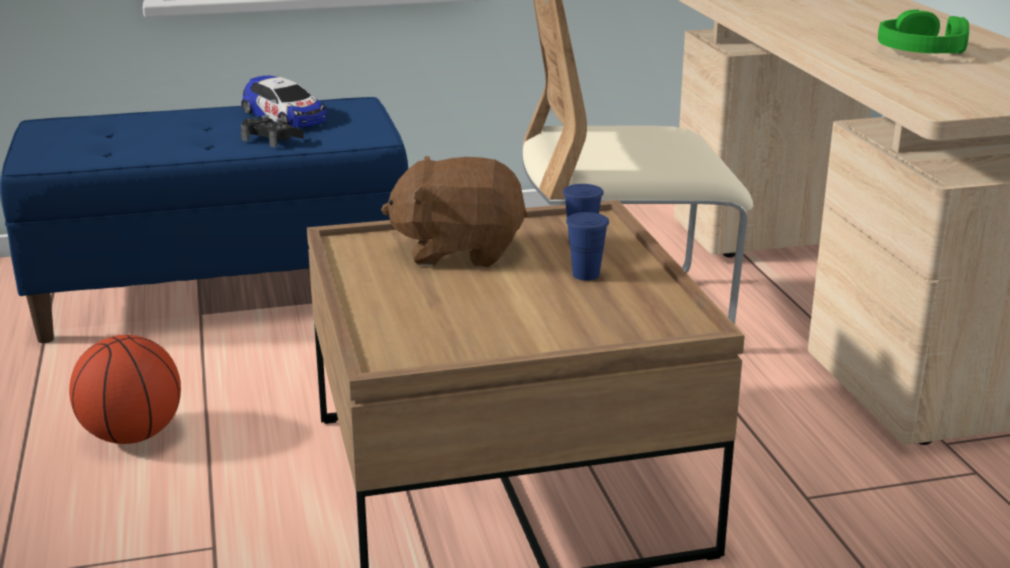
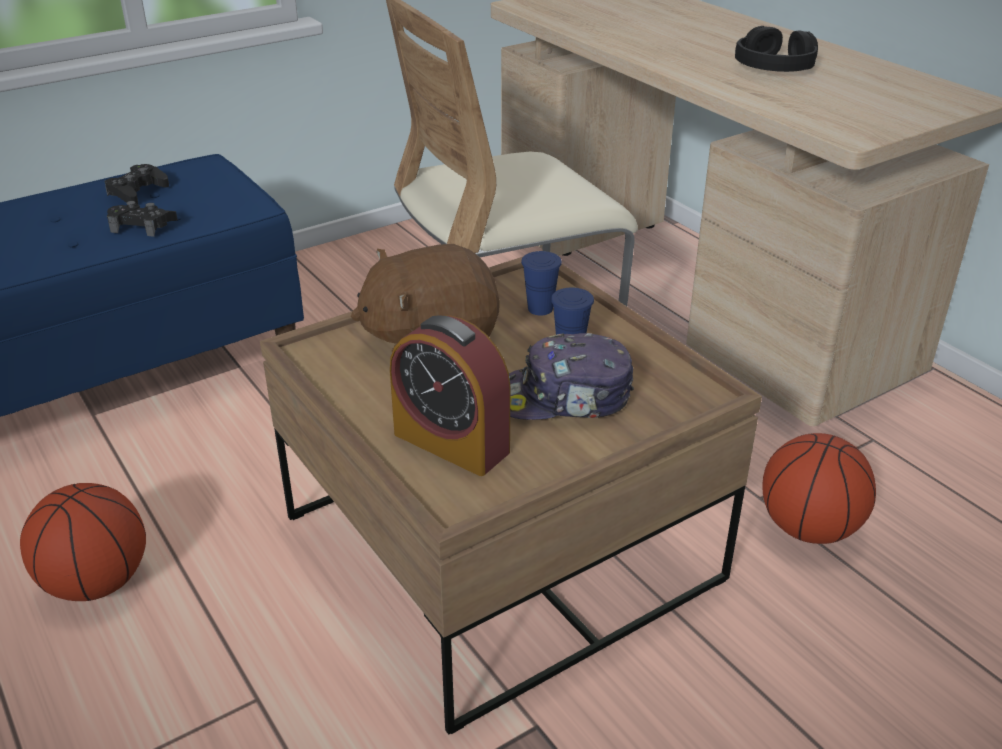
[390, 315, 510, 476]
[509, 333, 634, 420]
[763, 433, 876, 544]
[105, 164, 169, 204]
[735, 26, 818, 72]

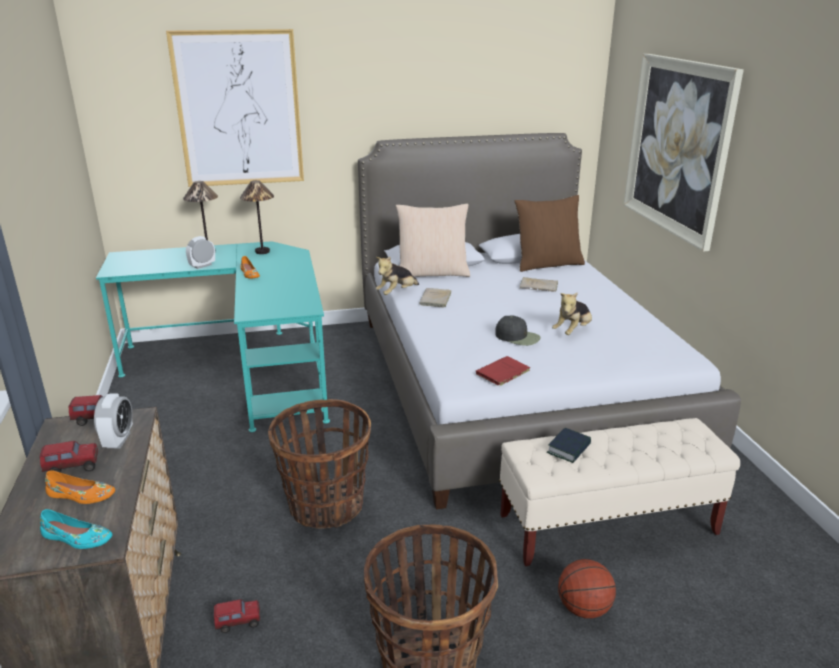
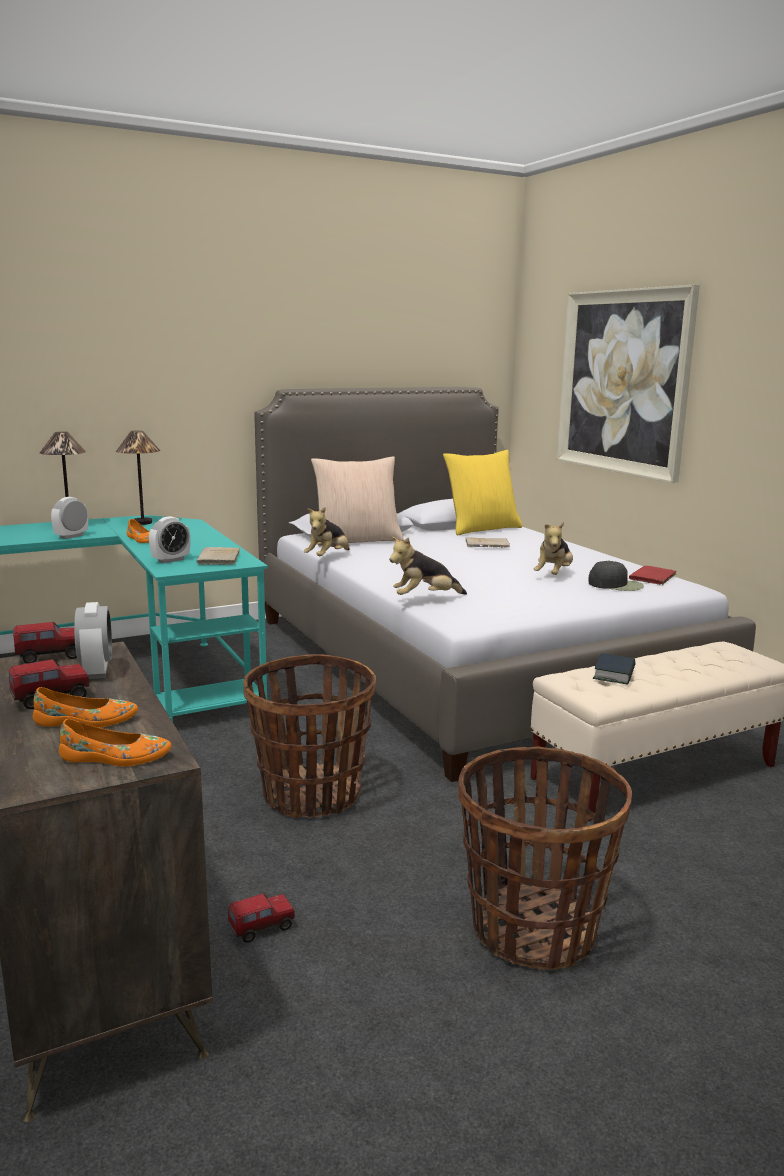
[166, 29, 304, 187] (first image)
[558, 559, 616, 619] (first image)
[149, 516, 191, 563]
[389, 537, 467, 595]
[196, 547, 240, 565]
[629, 566, 676, 585]
[589, 561, 644, 591]
[59, 719, 172, 766]
[443, 450, 523, 535]

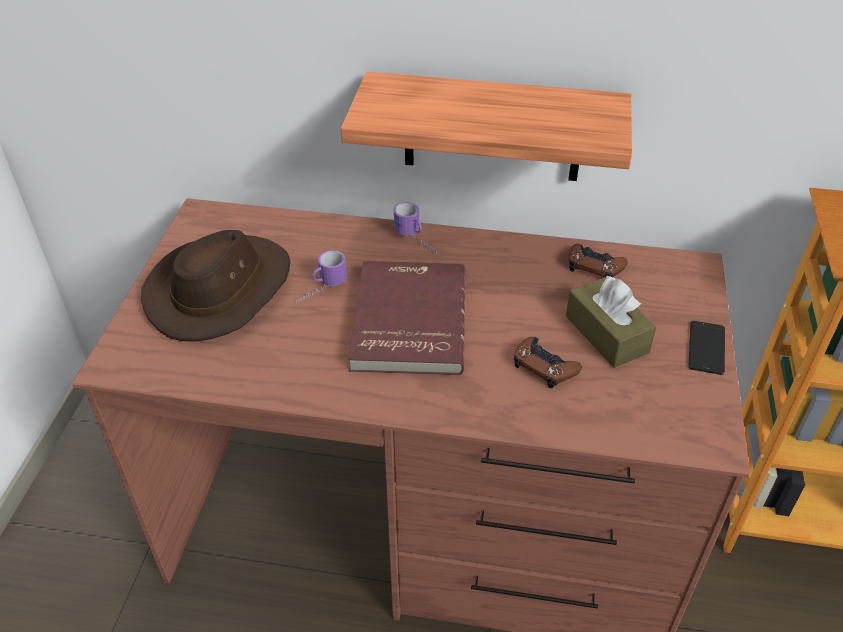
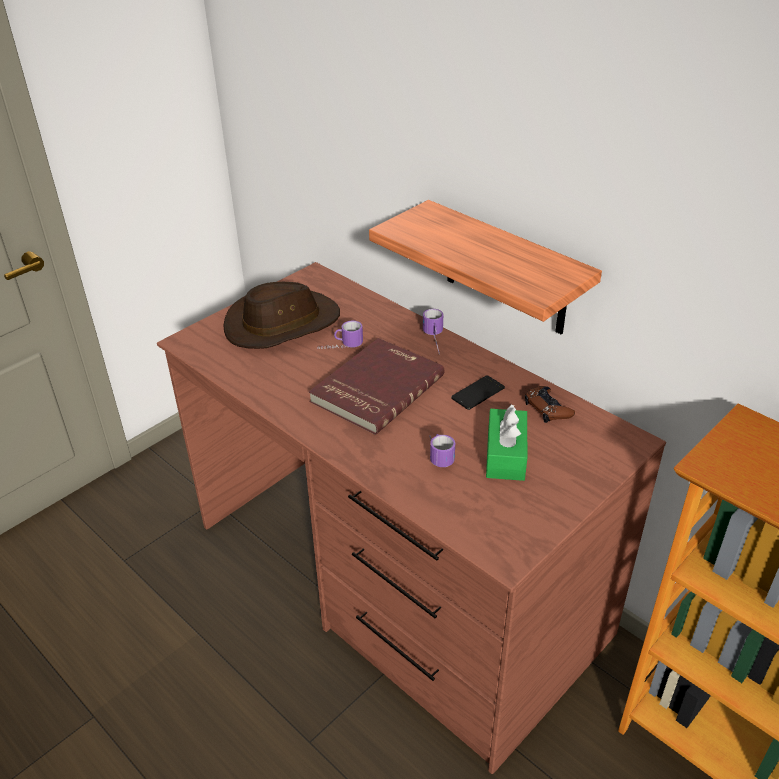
[451, 376, 505, 410]
[430, 434, 455, 467]
[486, 404, 527, 481]

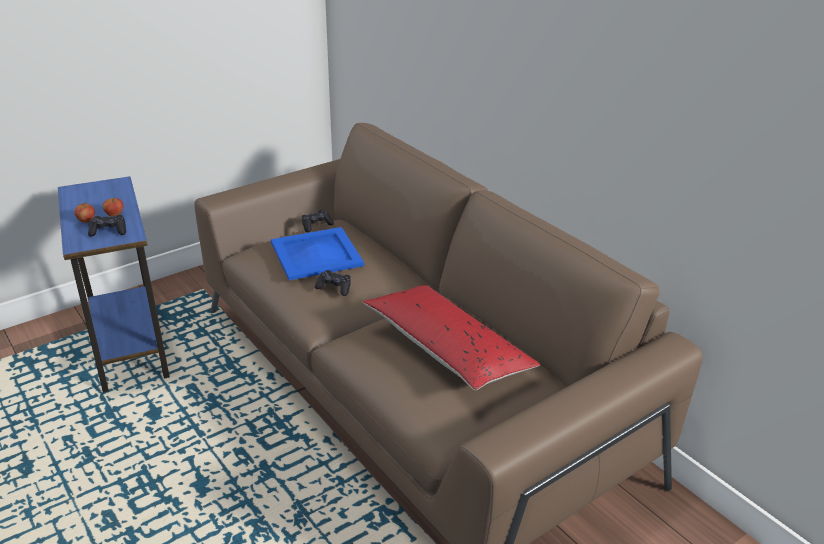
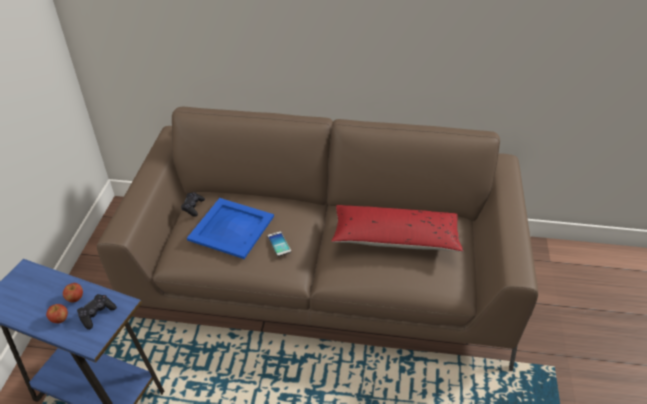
[267, 231, 291, 257]

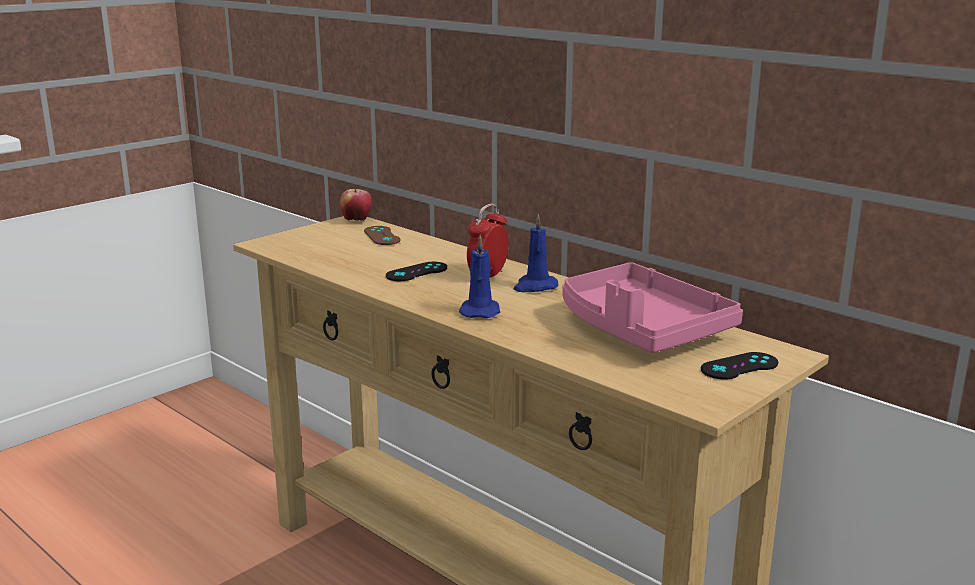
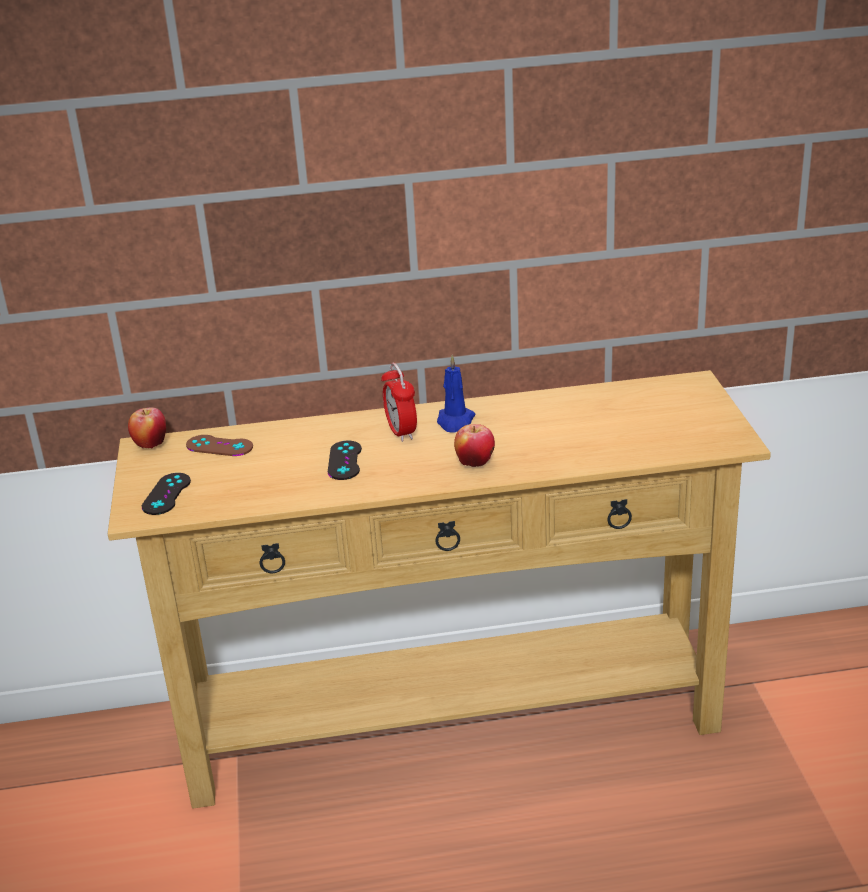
[562, 262, 743, 353] (first image)
[142, 473, 191, 515]
[454, 424, 495, 467]

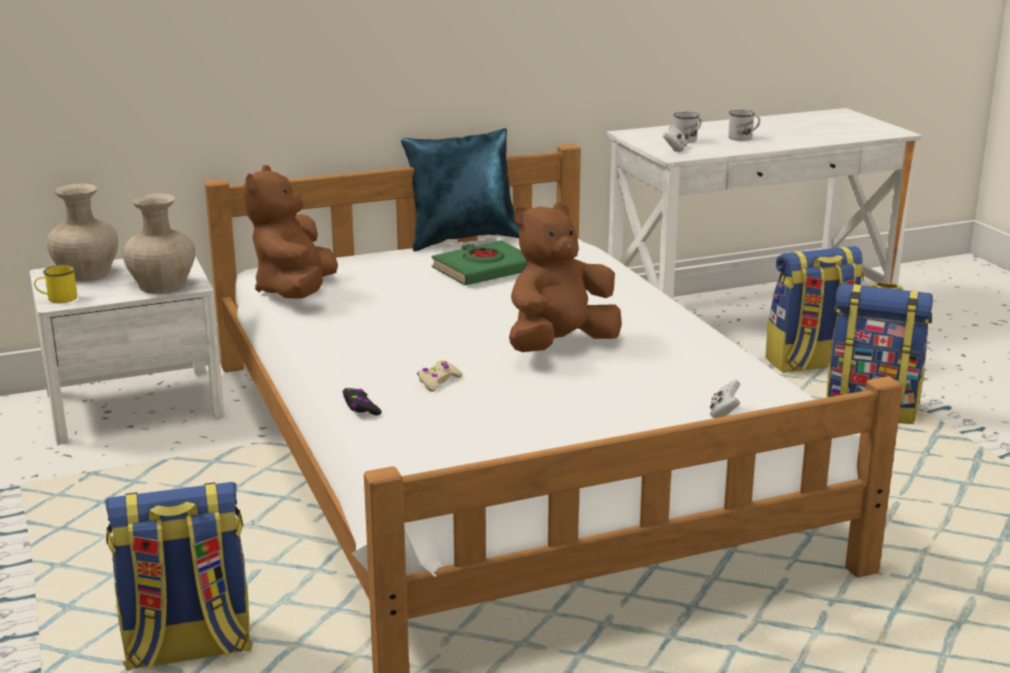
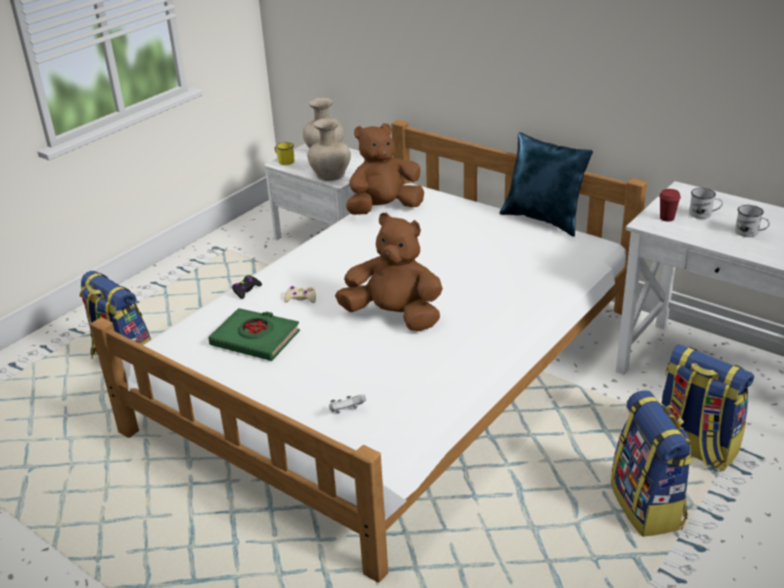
[208, 308, 300, 361]
[659, 189, 681, 222]

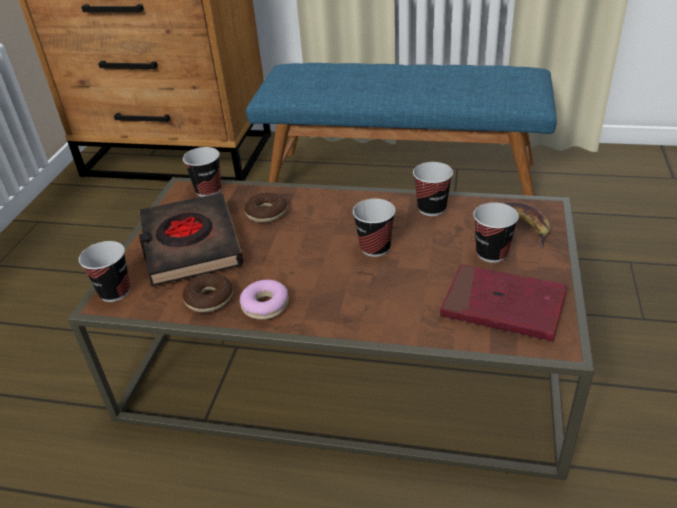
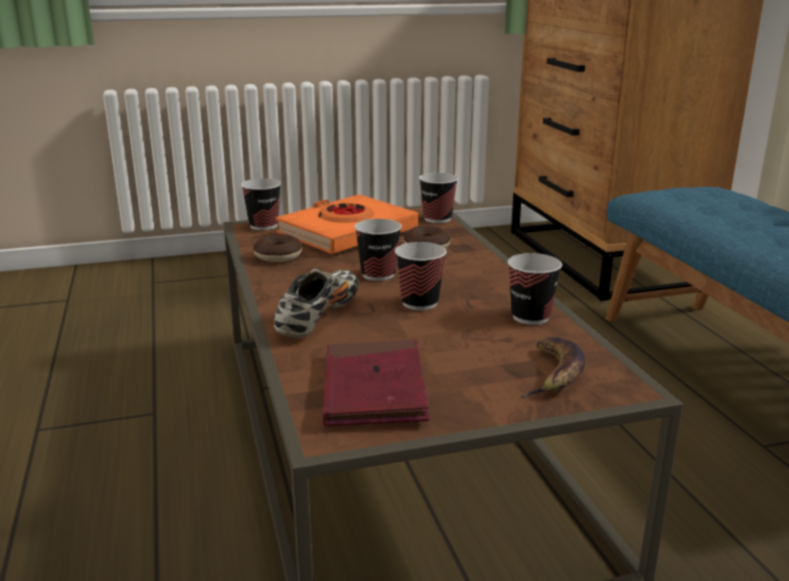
[240, 280, 289, 320] (first image)
[274, 269, 359, 338]
[354, 219, 402, 281]
[276, 194, 418, 254]

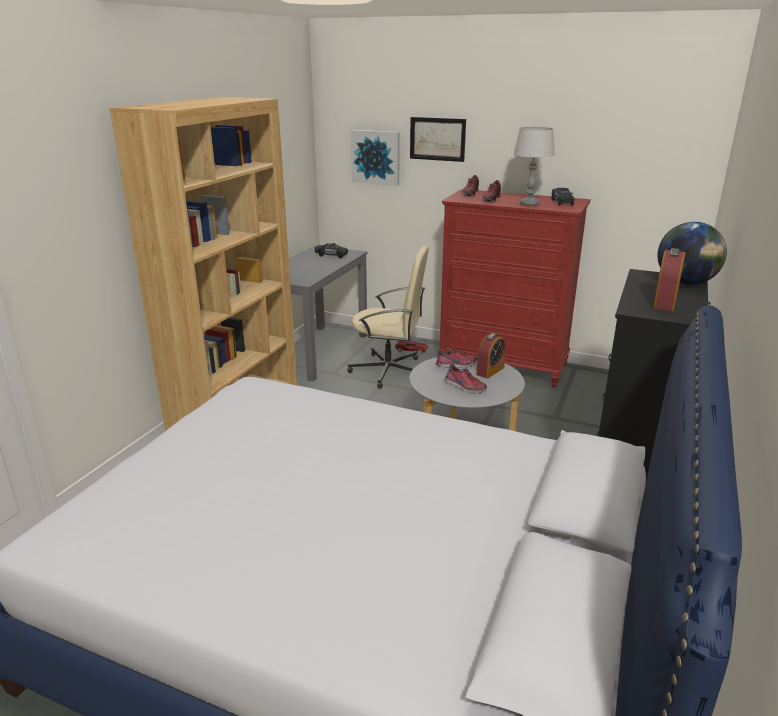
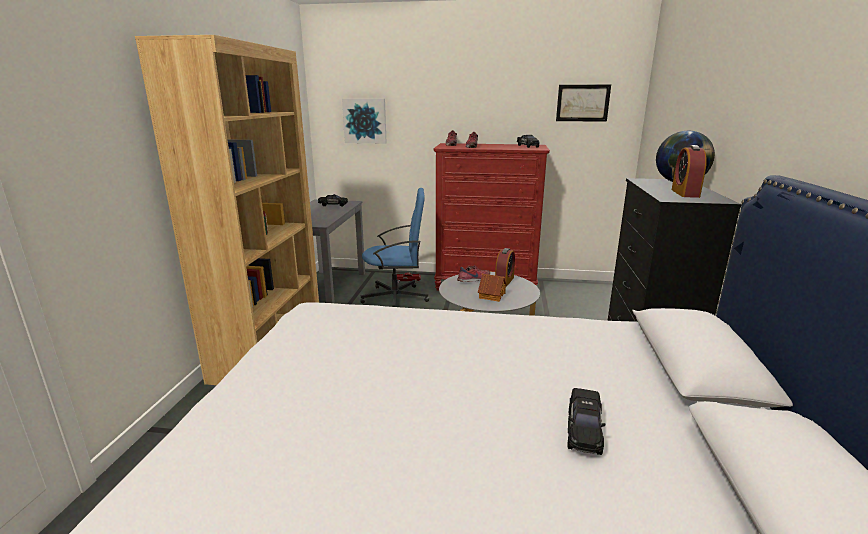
[513, 127, 555, 206] (first image)
[567, 388, 605, 455]
[556, 85, 611, 122]
[478, 274, 507, 302]
[360, 188, 429, 307]

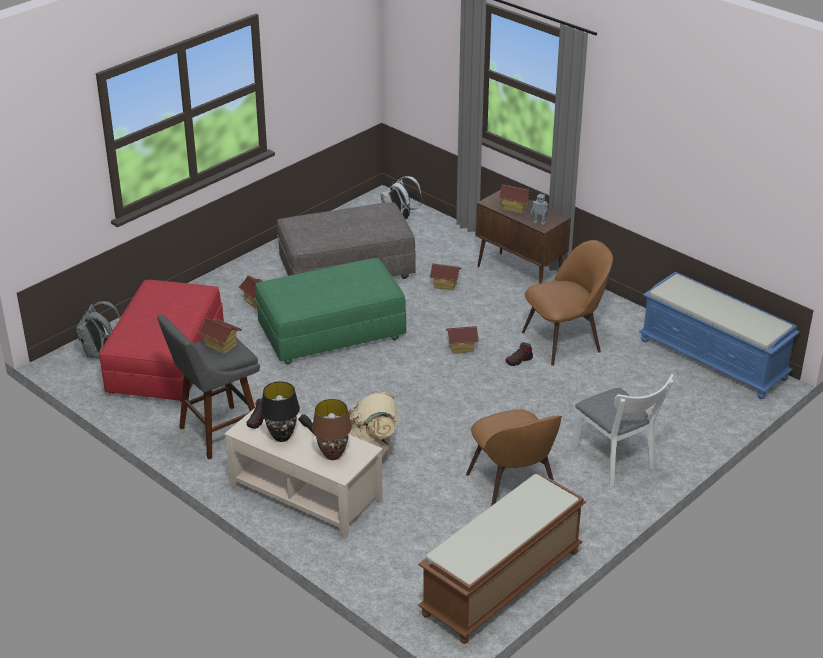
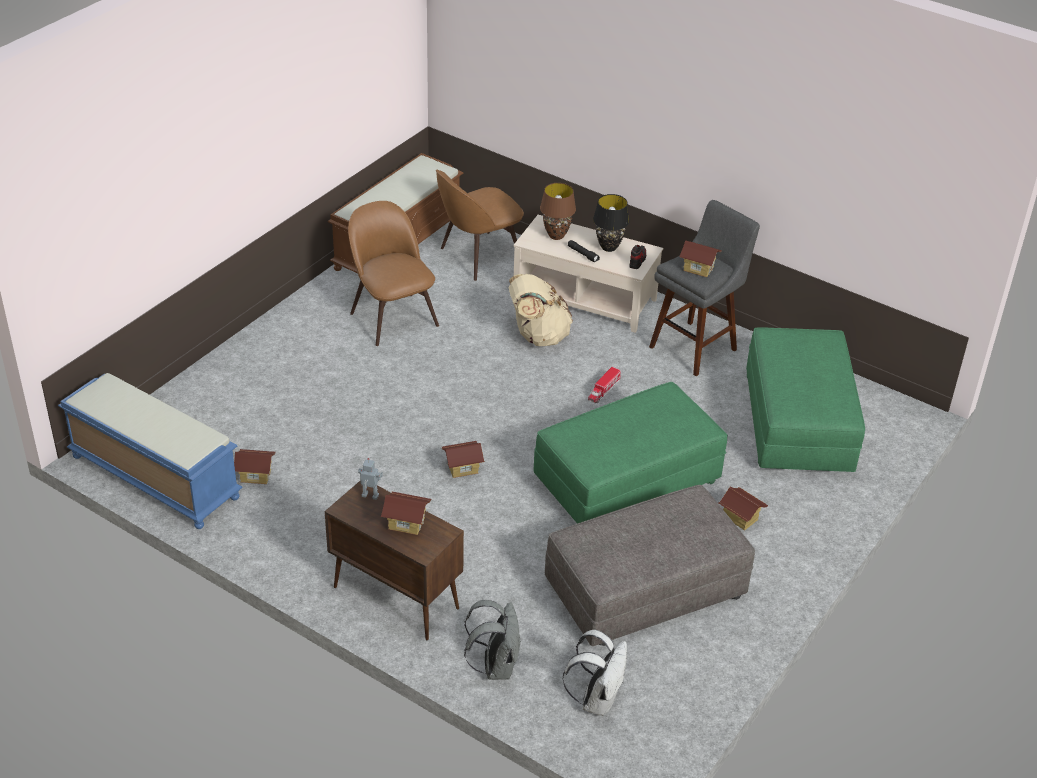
[505, 342, 533, 366] (first image)
[572, 374, 674, 487] (first image)
[588, 367, 621, 403]
[464, 600, 521, 680]
[234, 449, 276, 484]
[436, 170, 524, 281]
[746, 328, 865, 472]

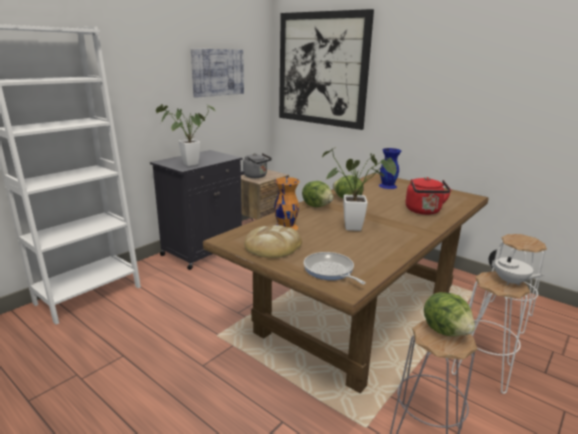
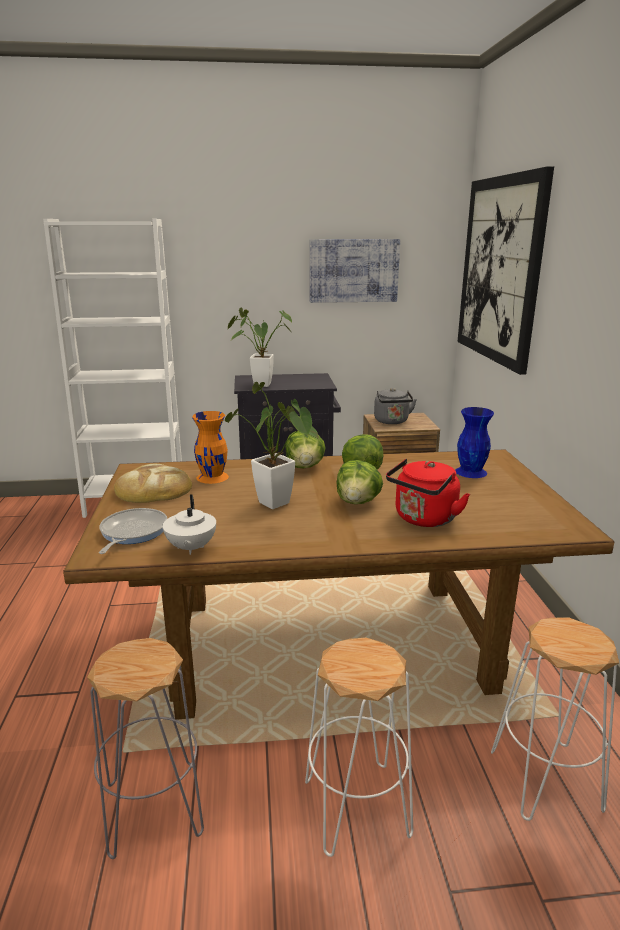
[336, 460, 383, 504]
[163, 494, 216, 555]

